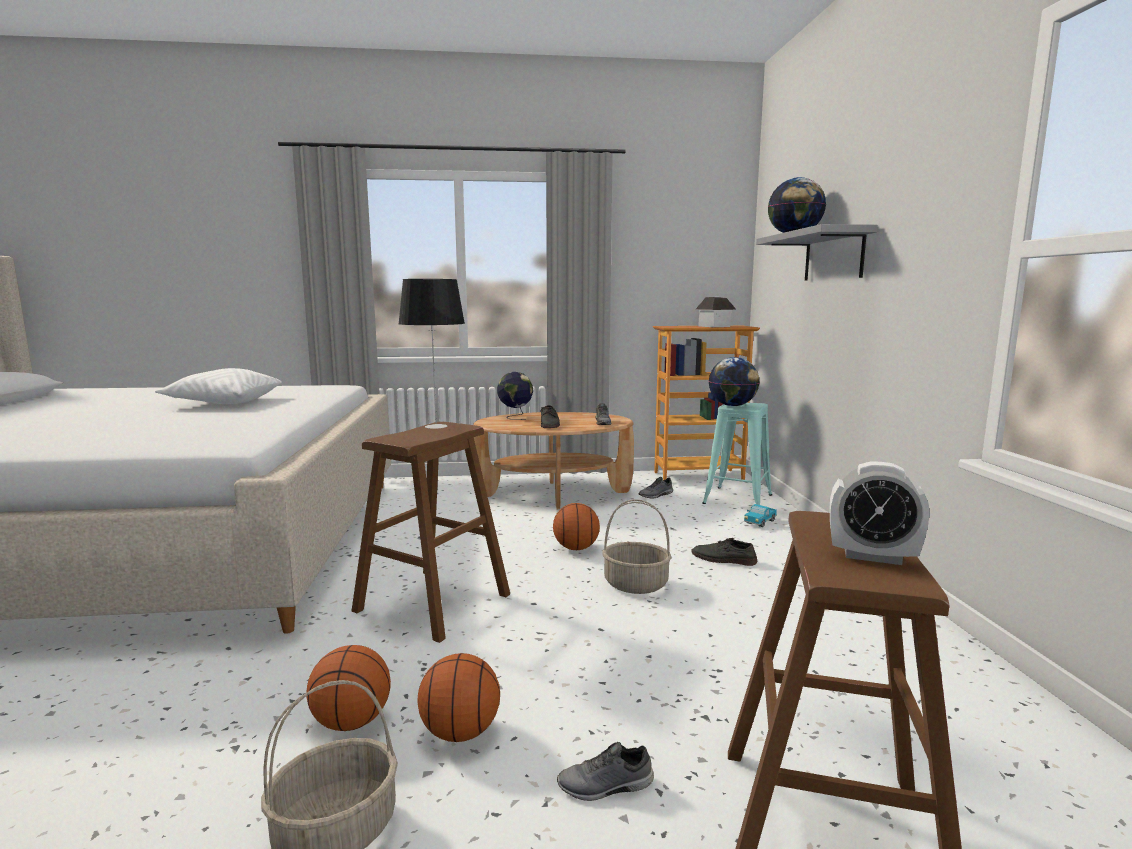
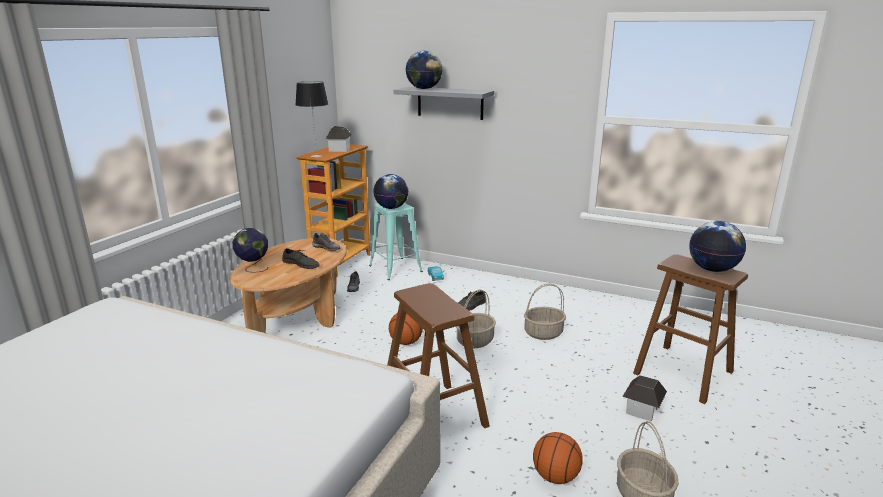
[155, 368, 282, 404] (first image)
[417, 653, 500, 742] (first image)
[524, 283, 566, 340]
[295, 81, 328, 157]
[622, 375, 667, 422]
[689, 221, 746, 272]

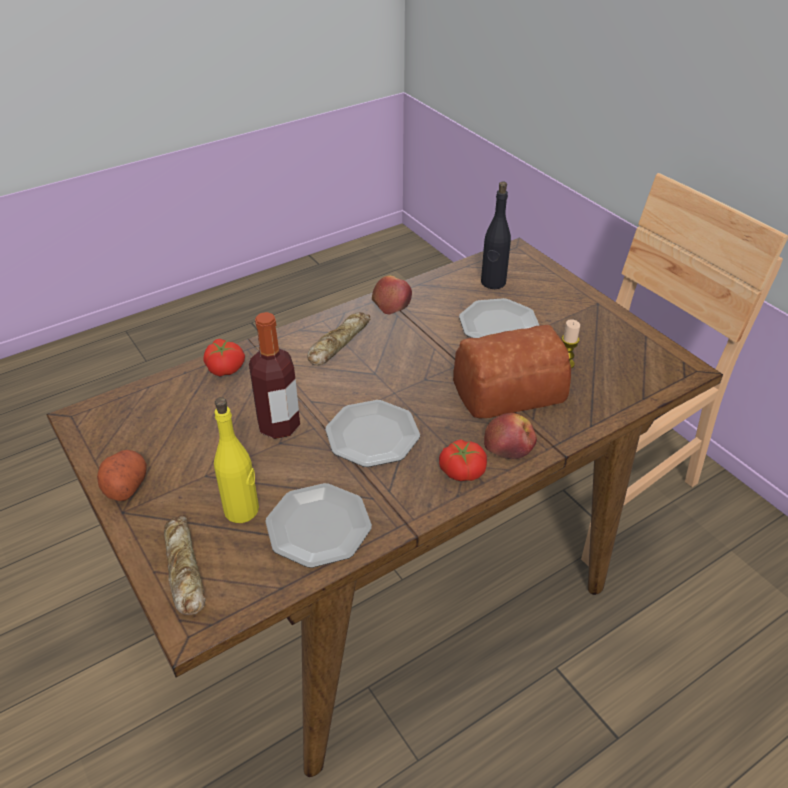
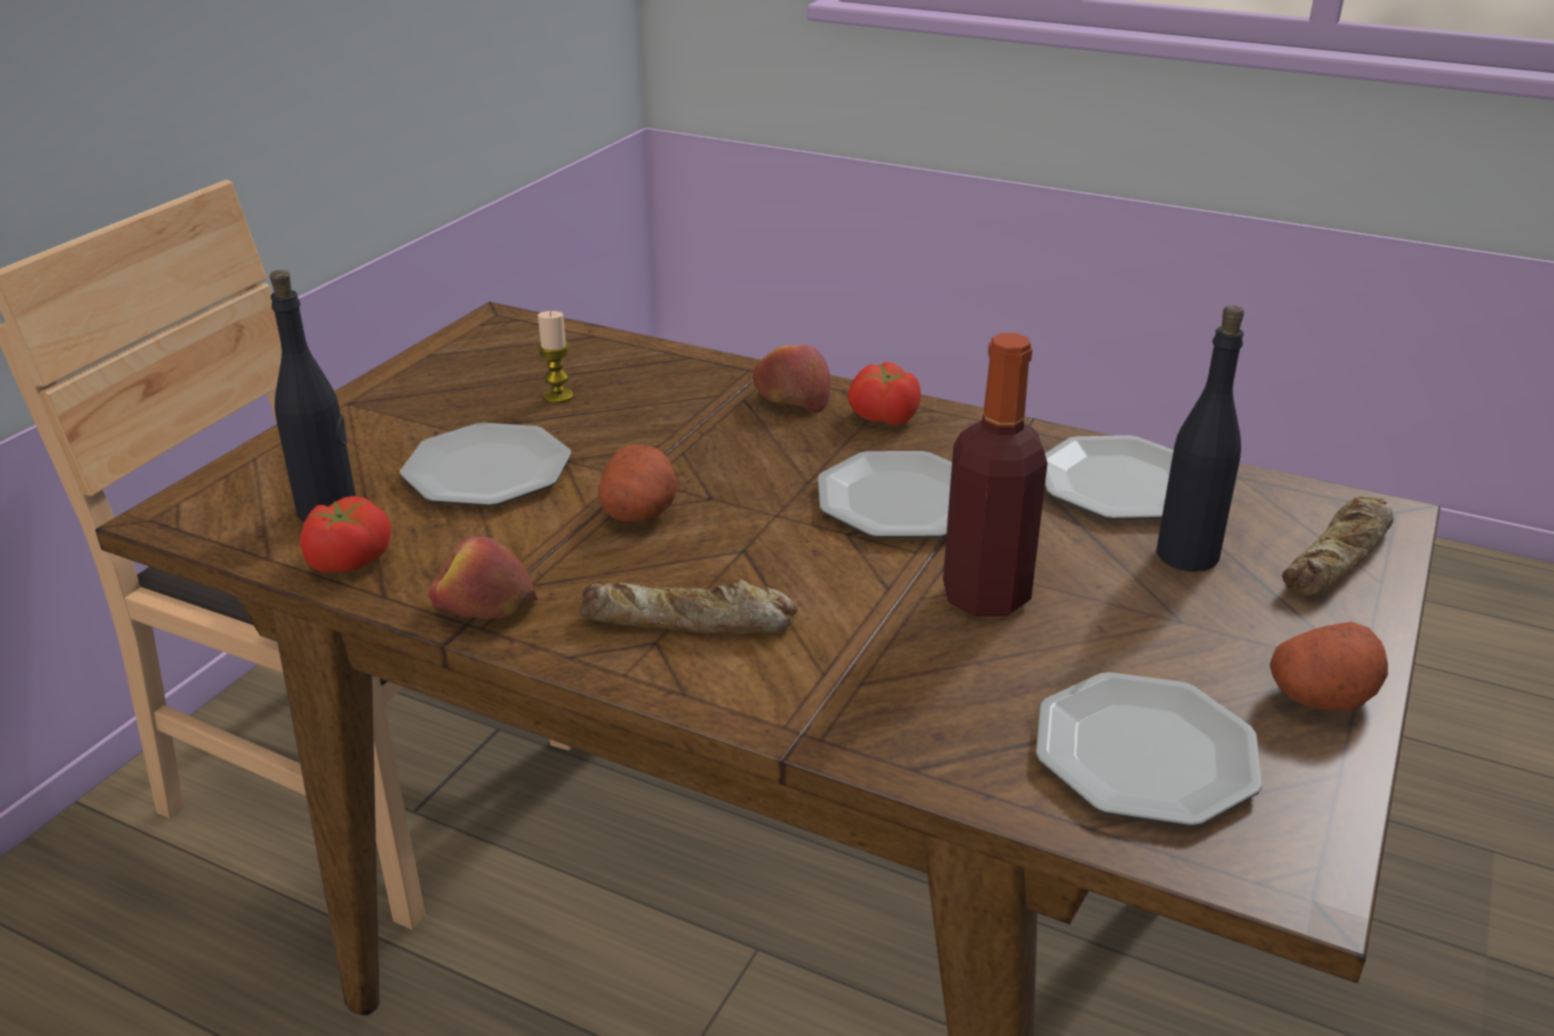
[453, 325, 571, 419] (first image)
[598, 445, 678, 522]
[1036, 672, 1262, 827]
[300, 496, 391, 572]
[1156, 305, 1244, 572]

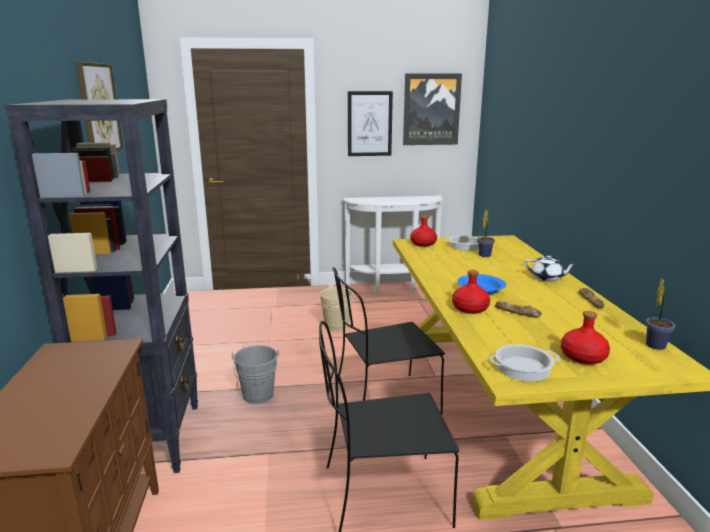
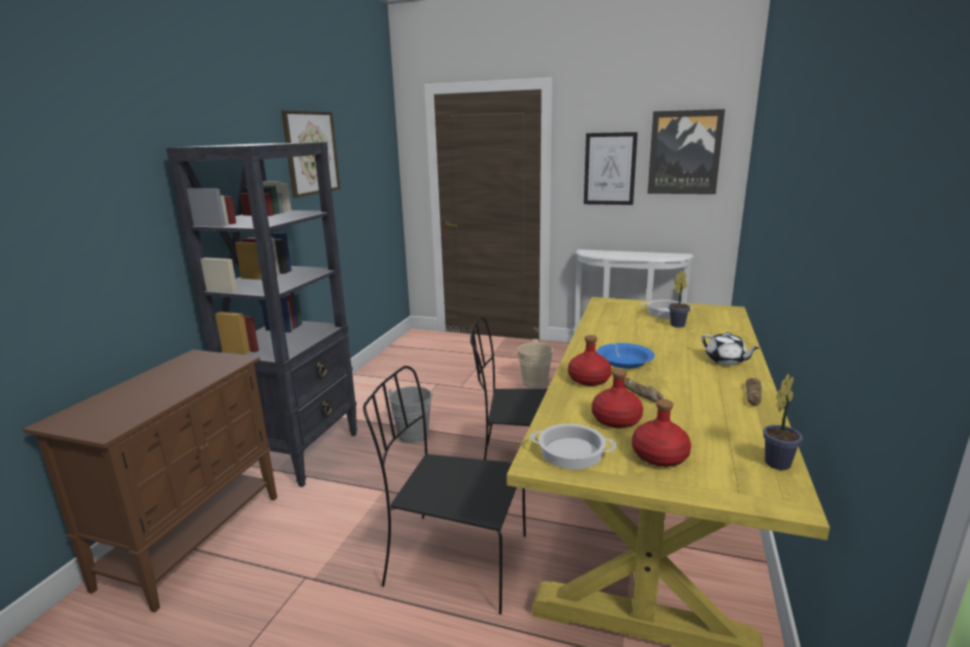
[592, 369, 643, 428]

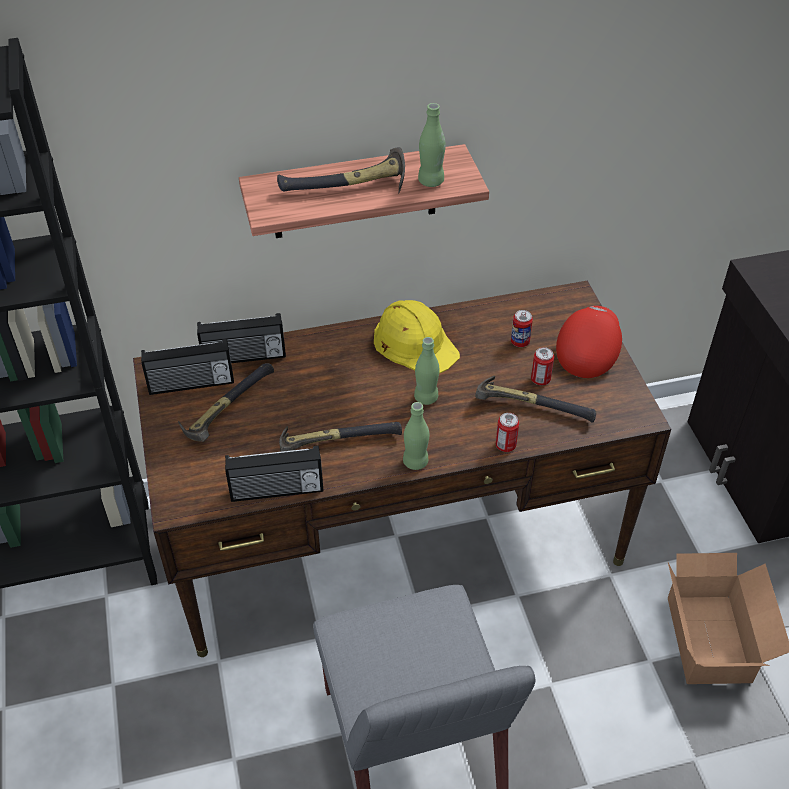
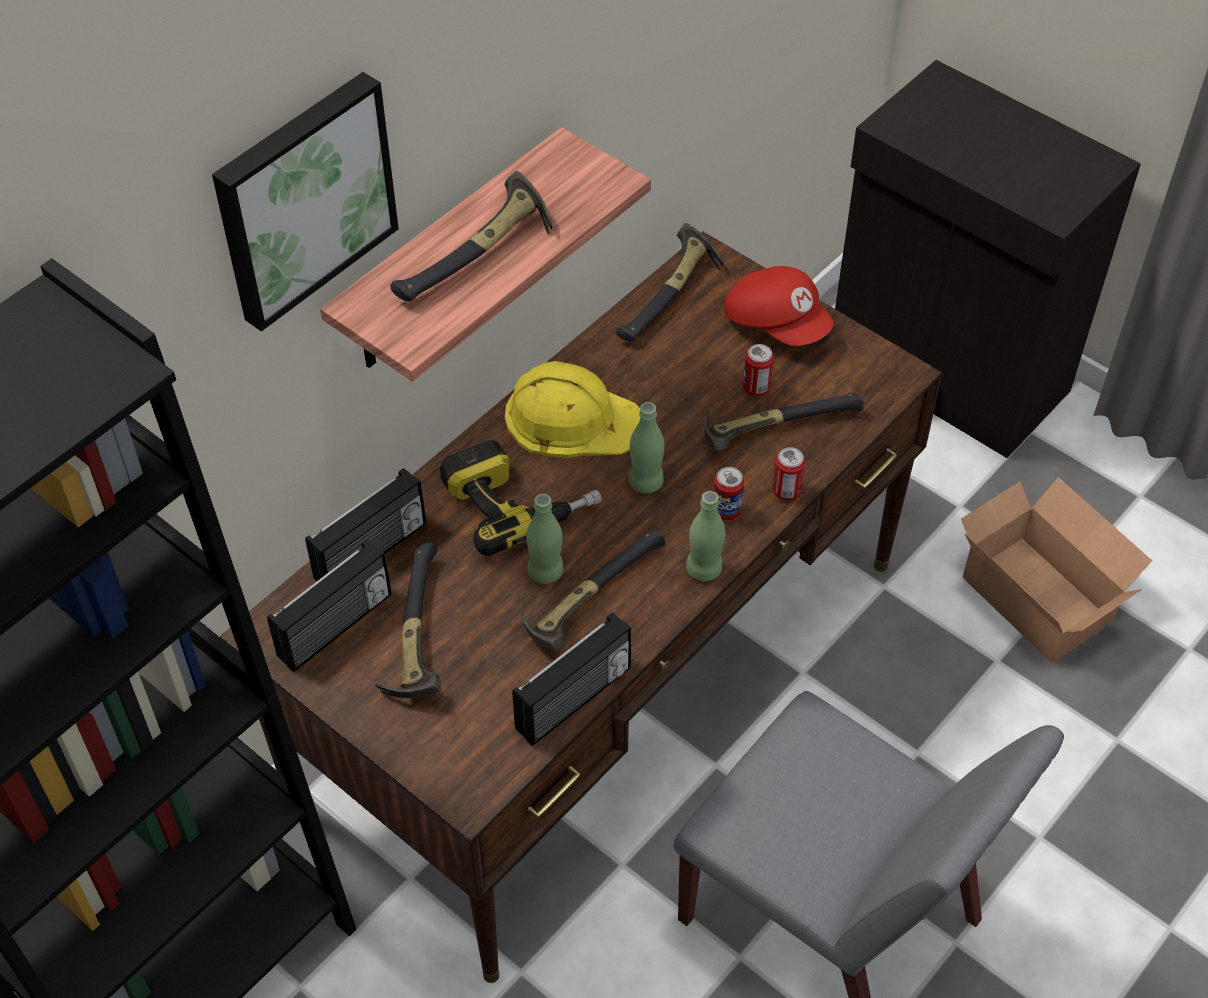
[212, 72, 399, 331]
[440, 440, 602, 556]
[616, 223, 724, 341]
[526, 494, 563, 584]
[714, 467, 744, 521]
[724, 266, 834, 346]

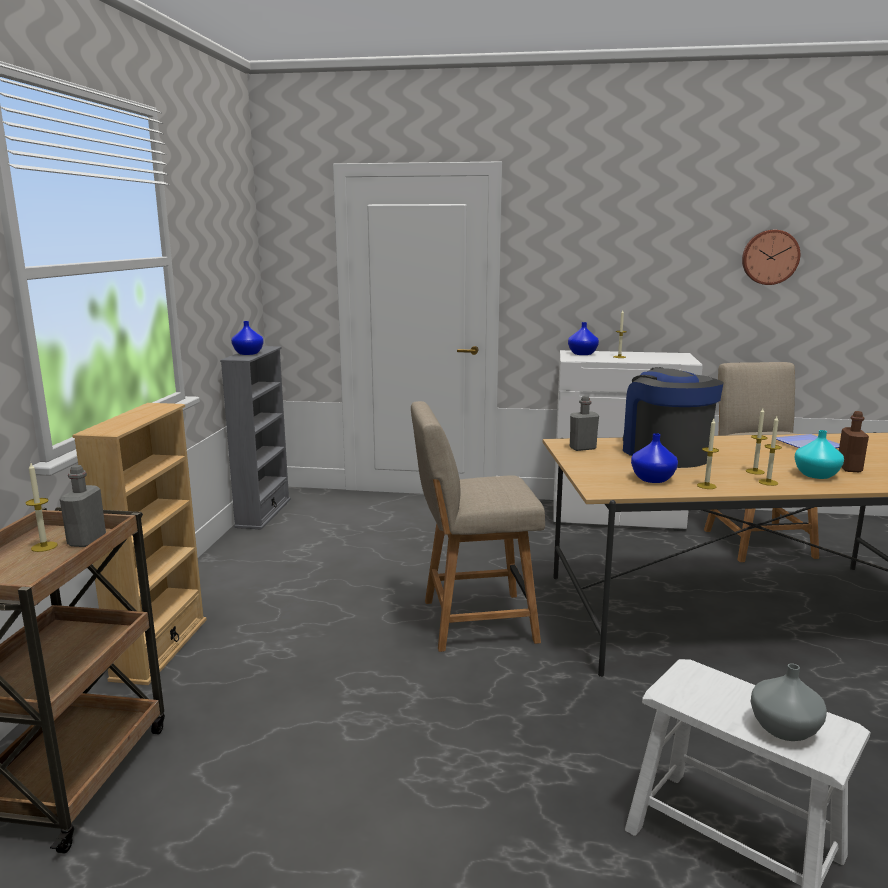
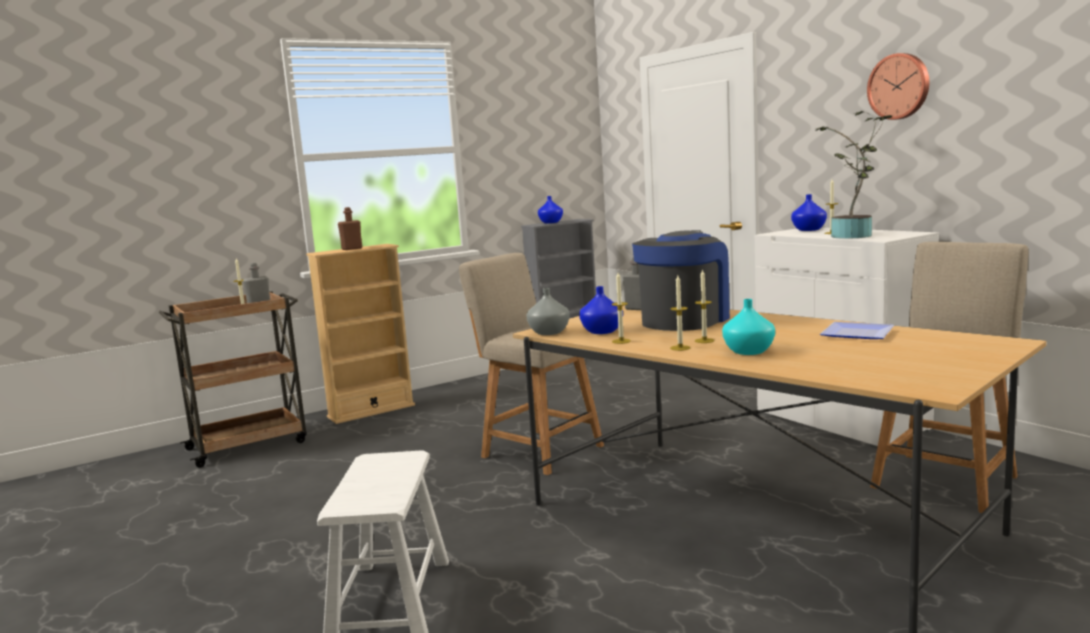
[815, 111, 892, 239]
[867, 53, 929, 120]
[526, 288, 570, 335]
[338, 207, 362, 250]

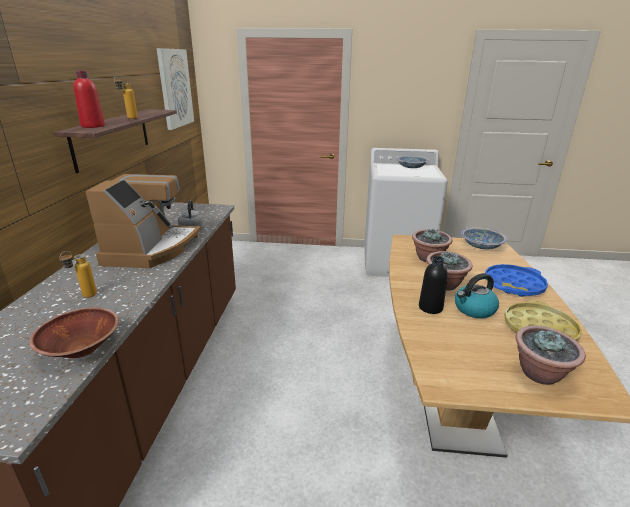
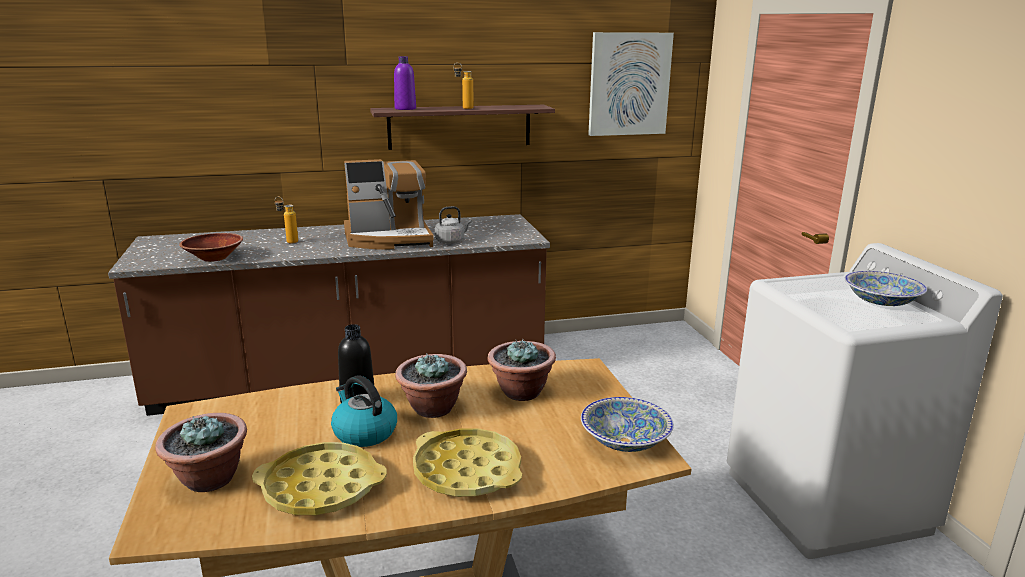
[394, 56, 416, 110]
[413, 428, 522, 497]

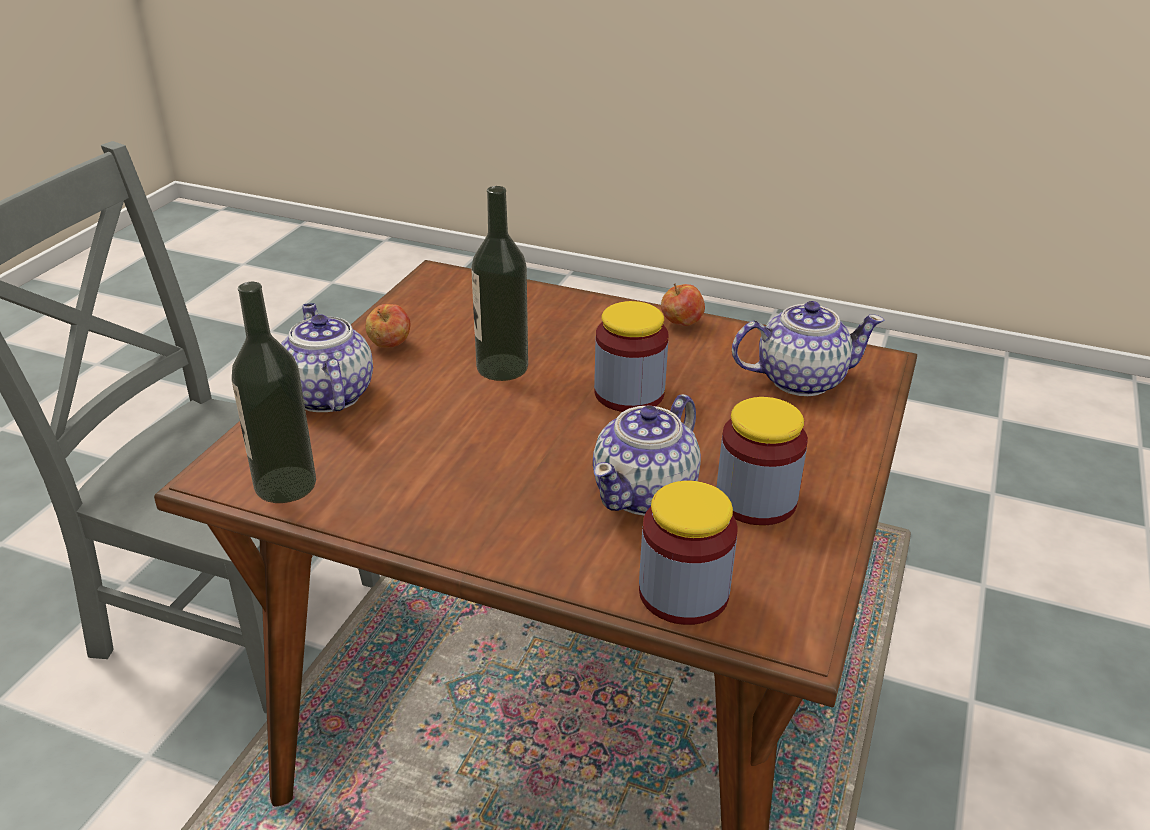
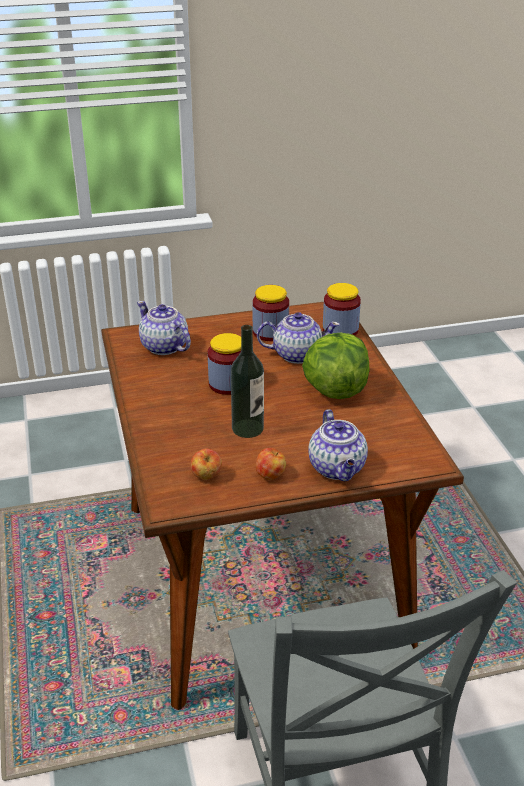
[231, 282, 316, 503] (first image)
[302, 332, 370, 399]
[190, 449, 222, 480]
[308, 409, 368, 481]

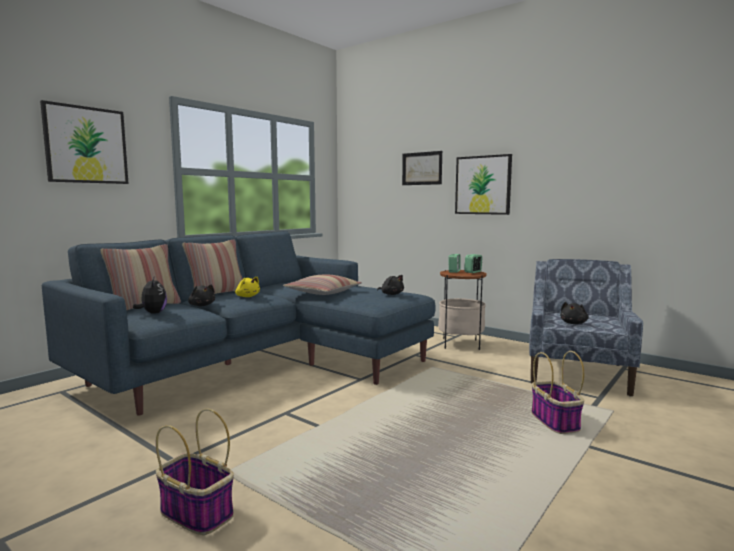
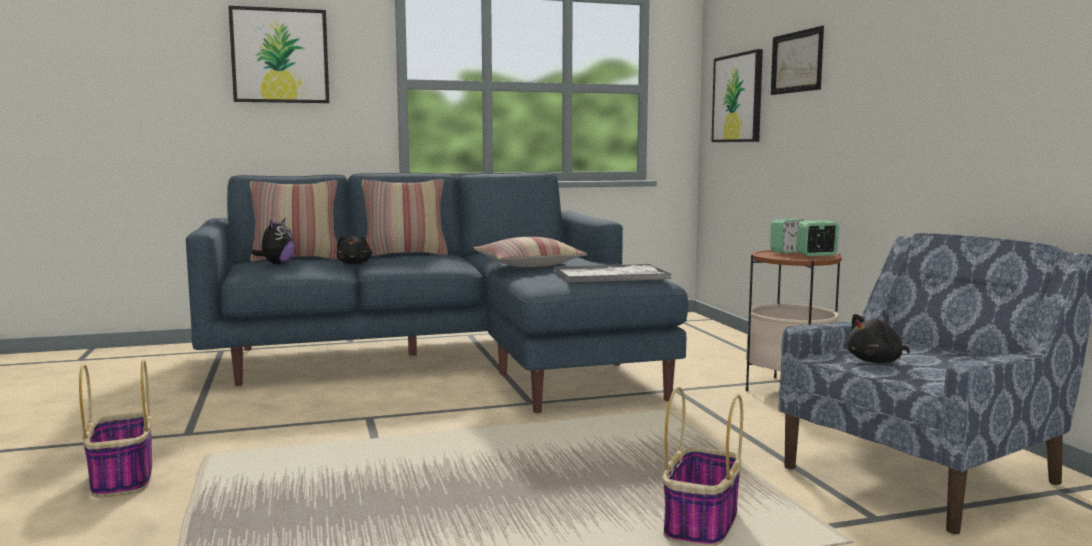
[235, 277, 260, 297] (first image)
[711, 49, 763, 142]
[554, 264, 671, 282]

